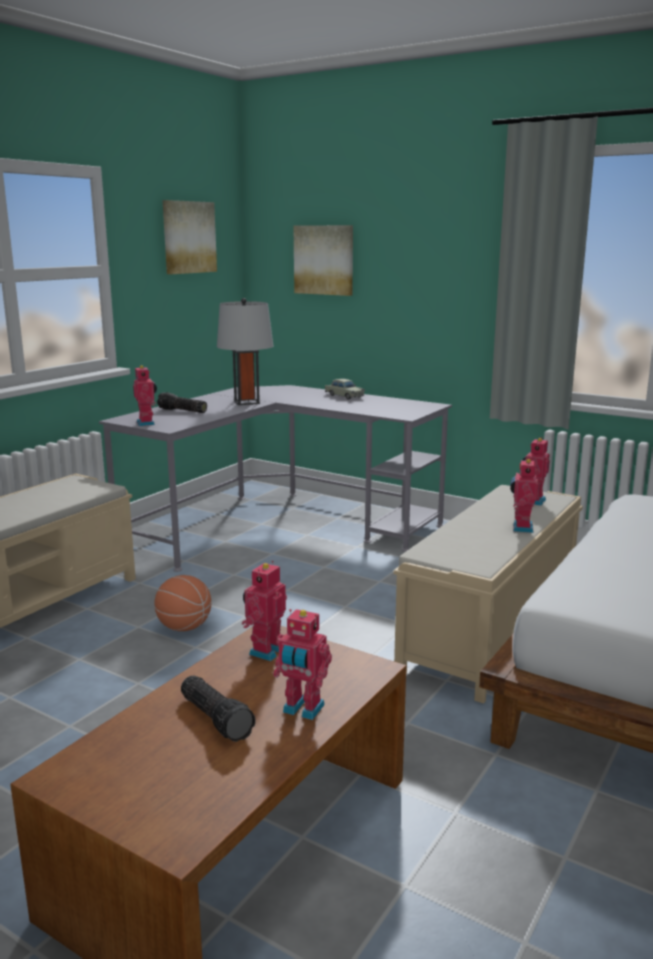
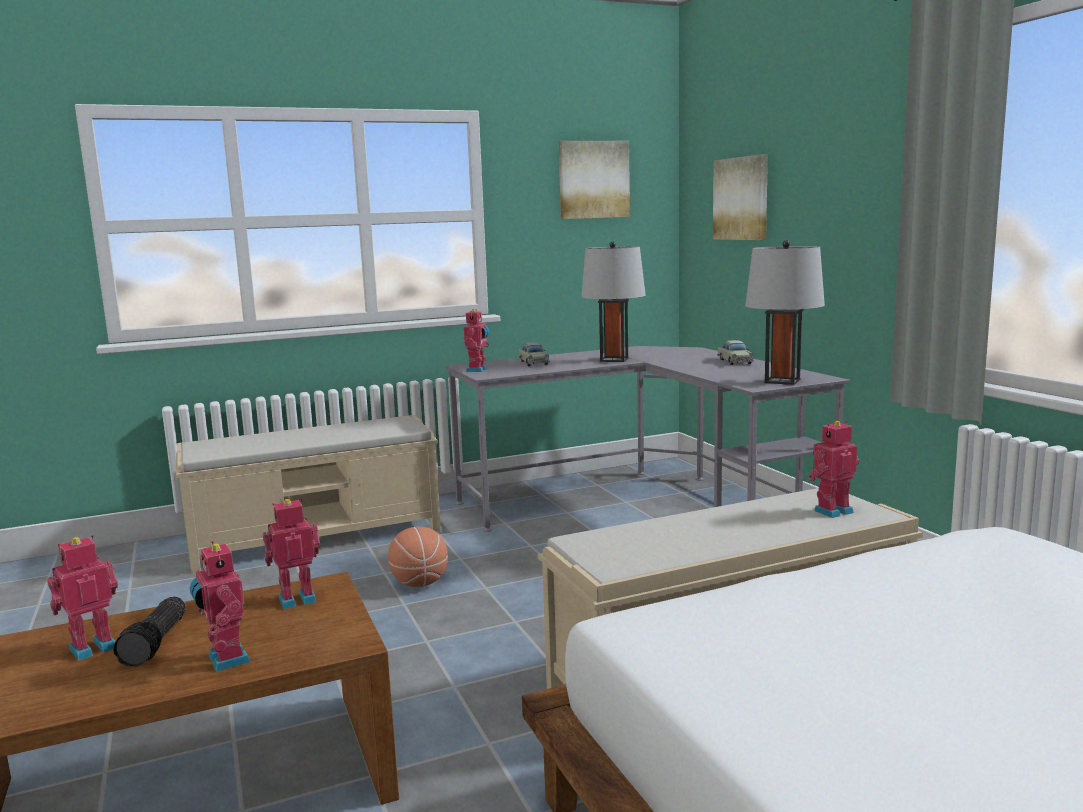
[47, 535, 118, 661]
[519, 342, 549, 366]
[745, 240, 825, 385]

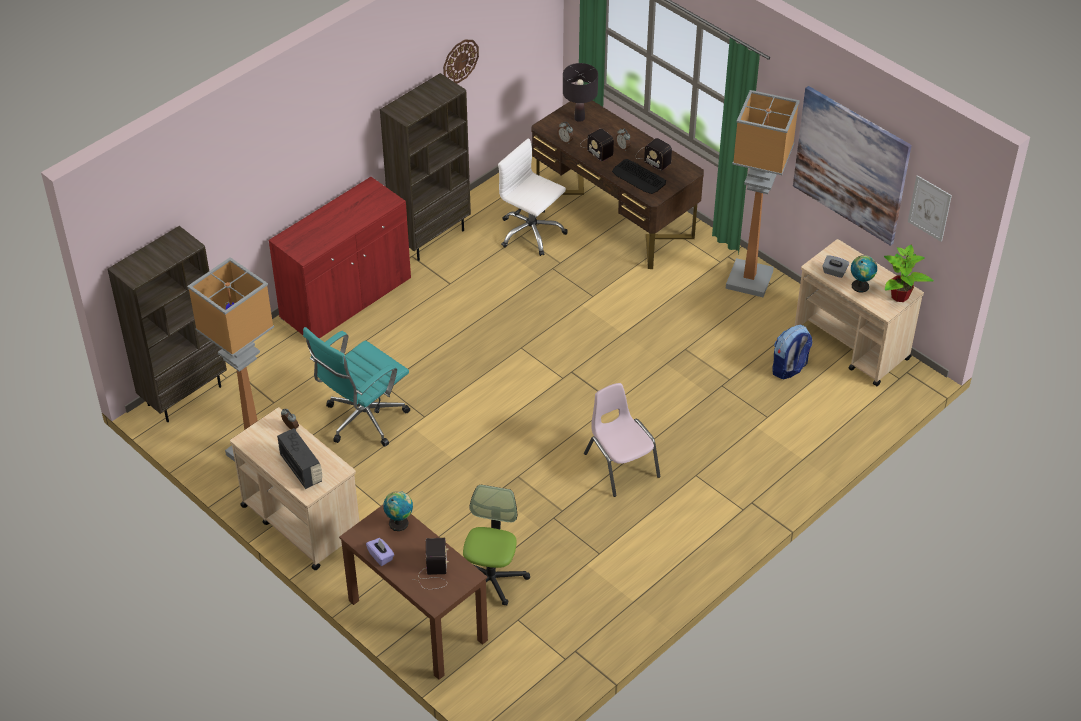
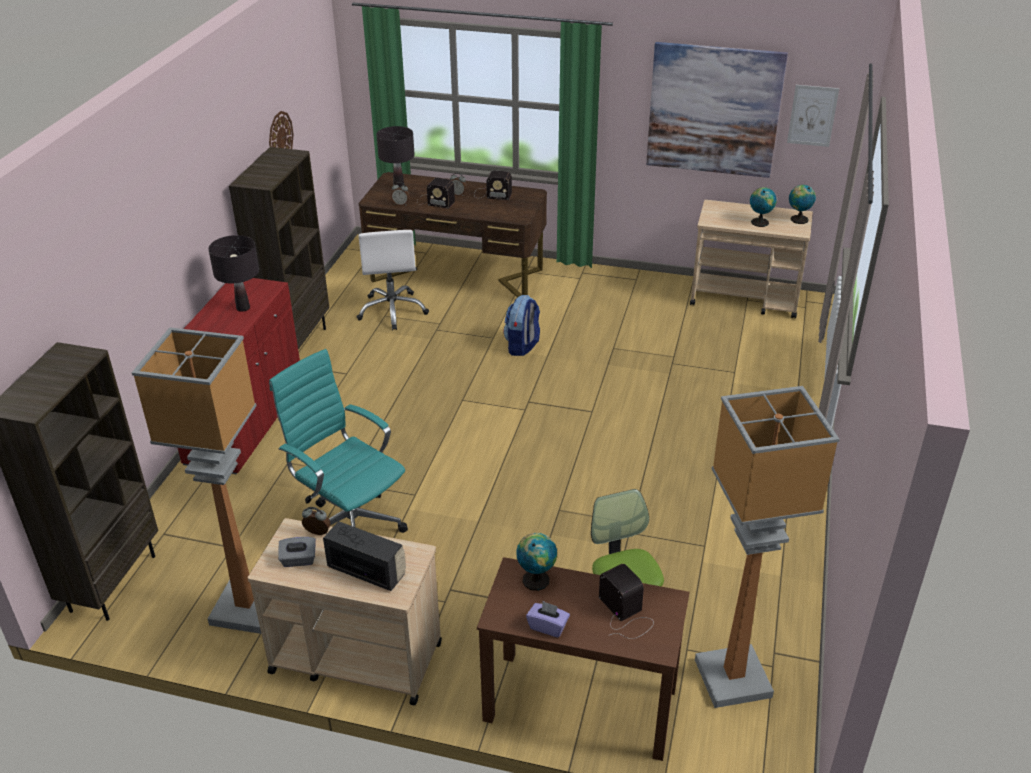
[208, 235, 259, 312]
[269, 349, 408, 533]
[278, 537, 316, 567]
[357, 230, 429, 330]
[504, 295, 540, 356]
[695, 386, 840, 708]
[789, 185, 816, 224]
[584, 383, 660, 497] (first image)
[612, 159, 666, 194] (first image)

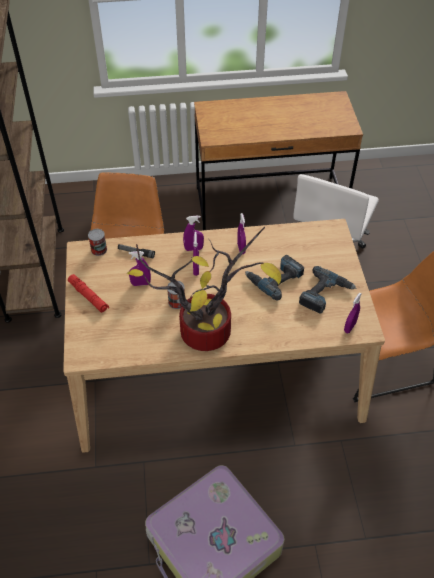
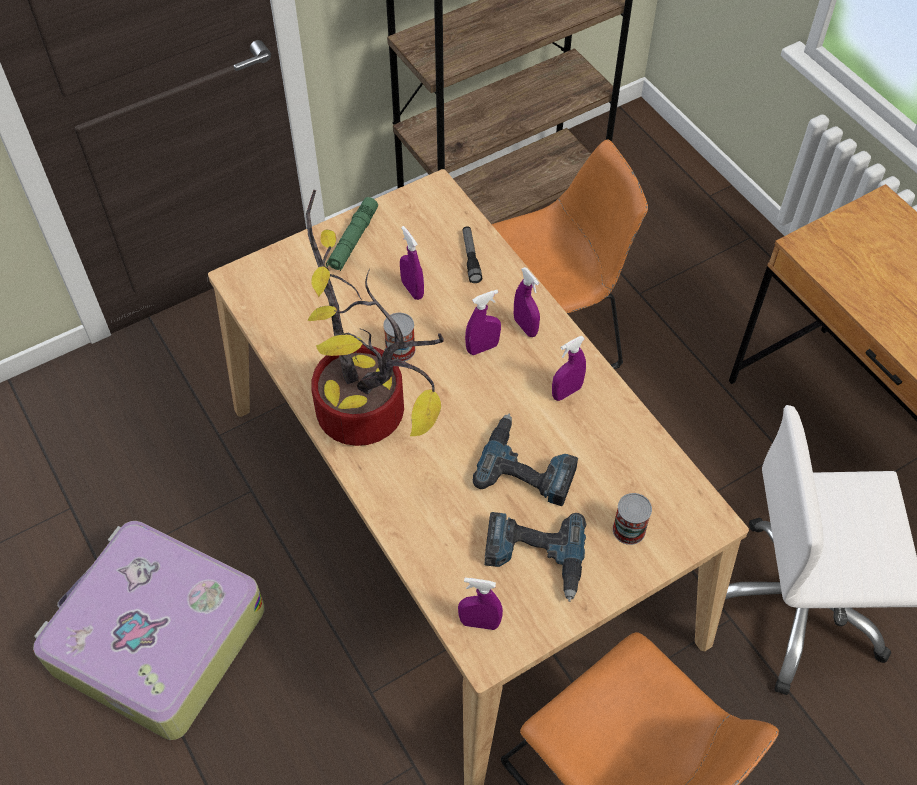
[326, 197, 378, 271]
[613, 493, 652, 545]

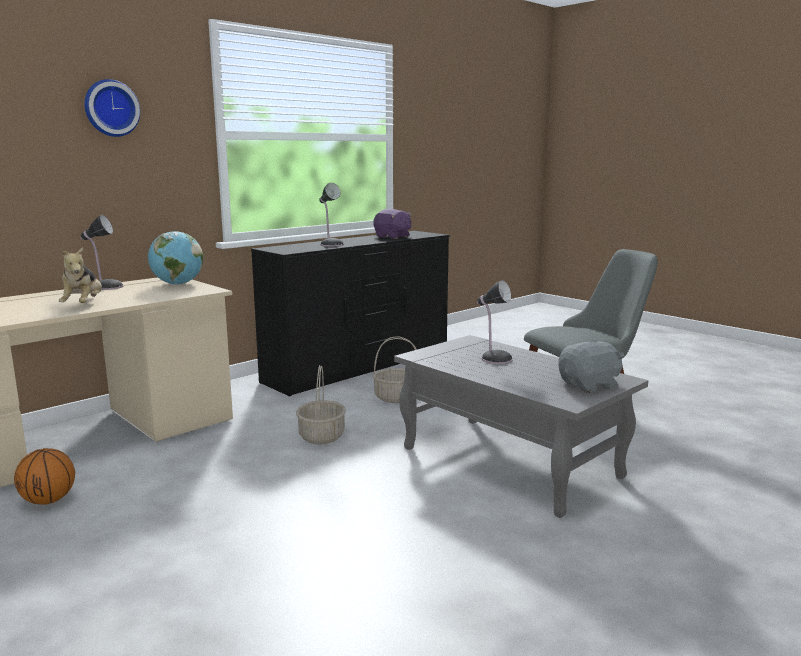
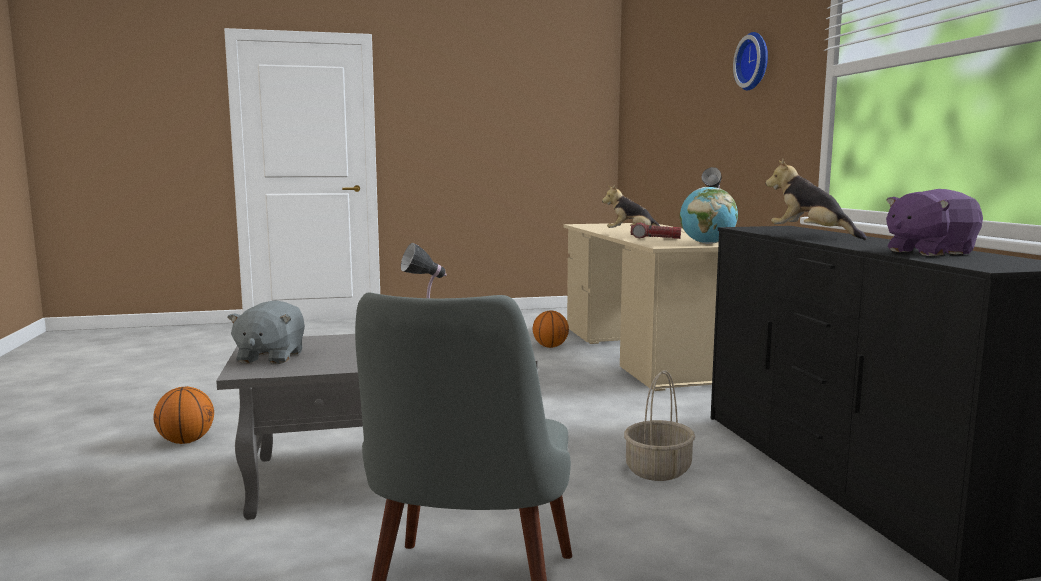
[153, 386, 214, 444]
[631, 222, 681, 239]
[766, 159, 867, 240]
[296, 365, 346, 445] (first image)

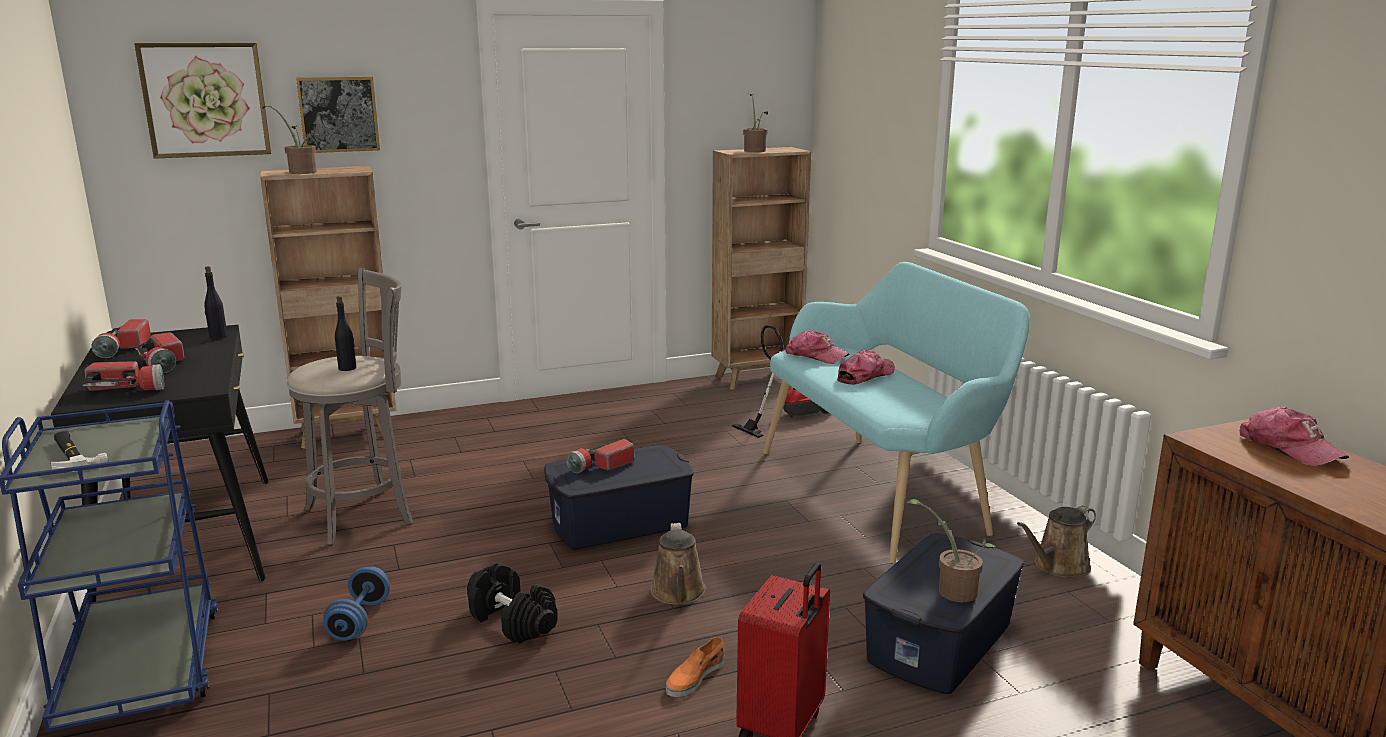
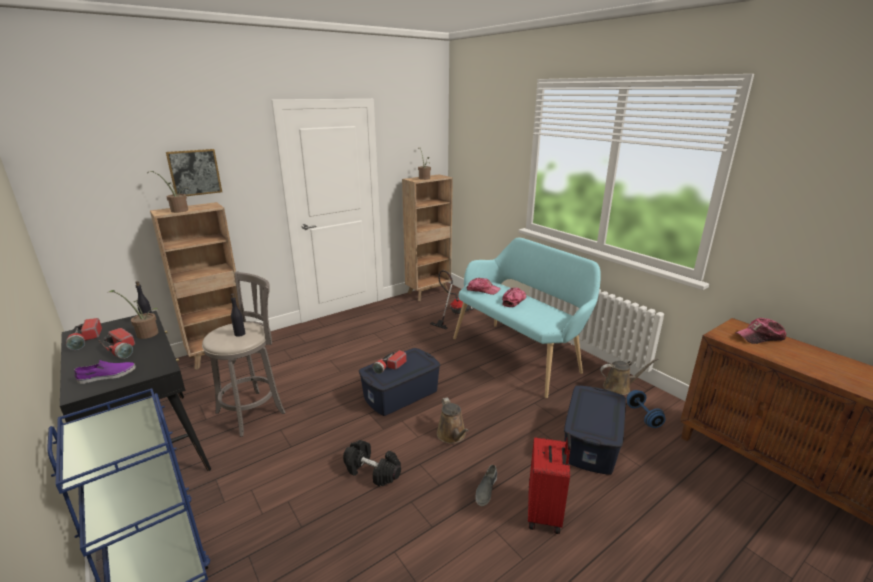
[75, 360, 136, 384]
[107, 290, 158, 339]
[475, 465, 497, 506]
[600, 358, 659, 395]
[627, 390, 666, 428]
[735, 318, 786, 344]
[51, 431, 108, 472] (first image)
[134, 43, 271, 159] (first image)

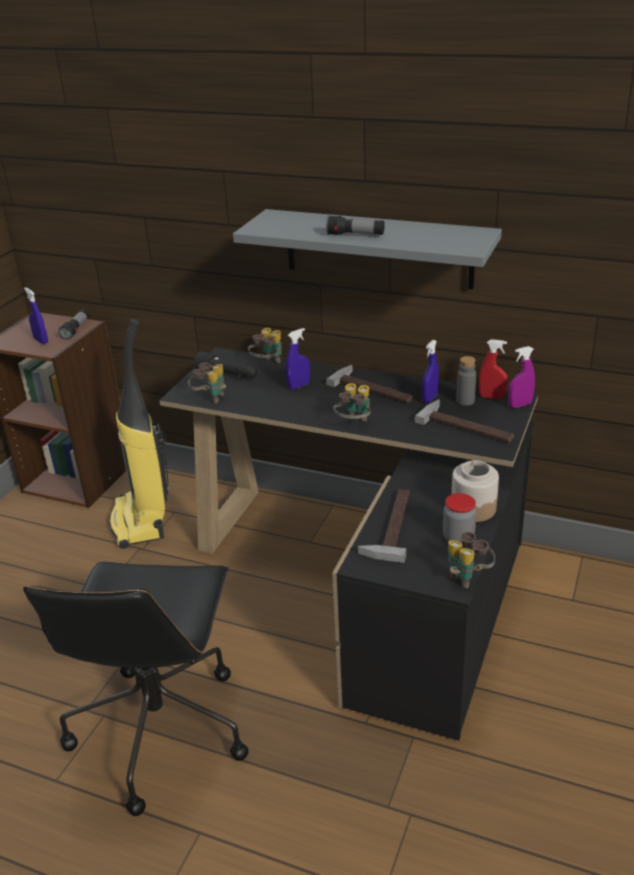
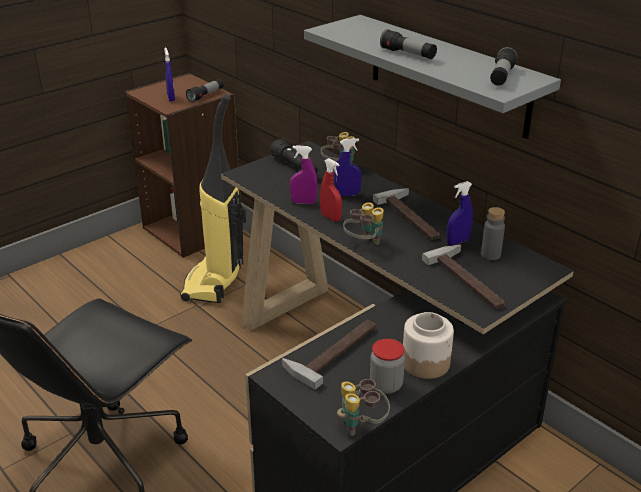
[290, 145, 318, 204]
[320, 158, 342, 222]
[490, 47, 517, 86]
[188, 363, 226, 404] (first image)

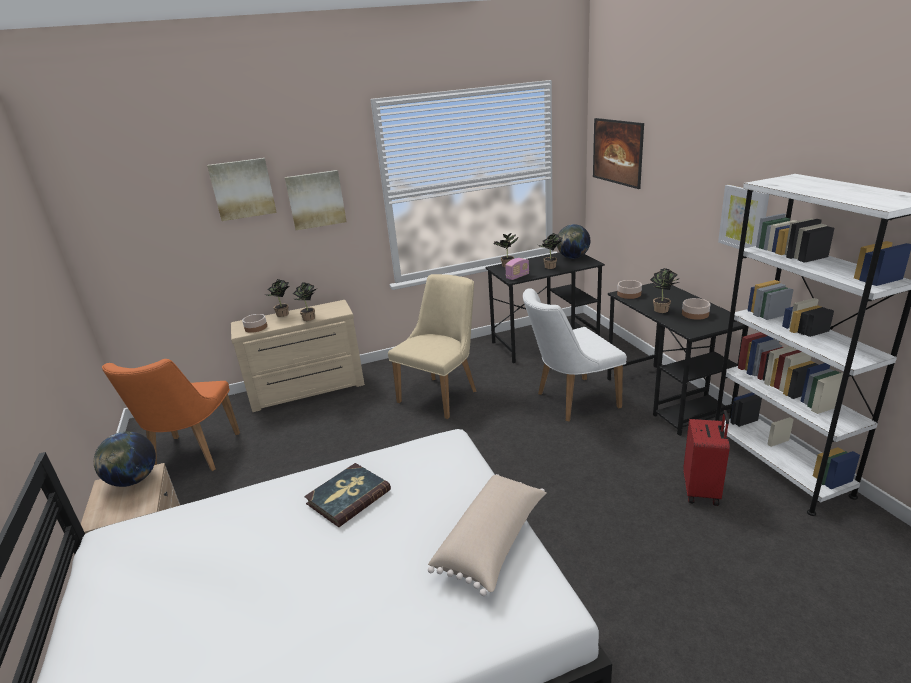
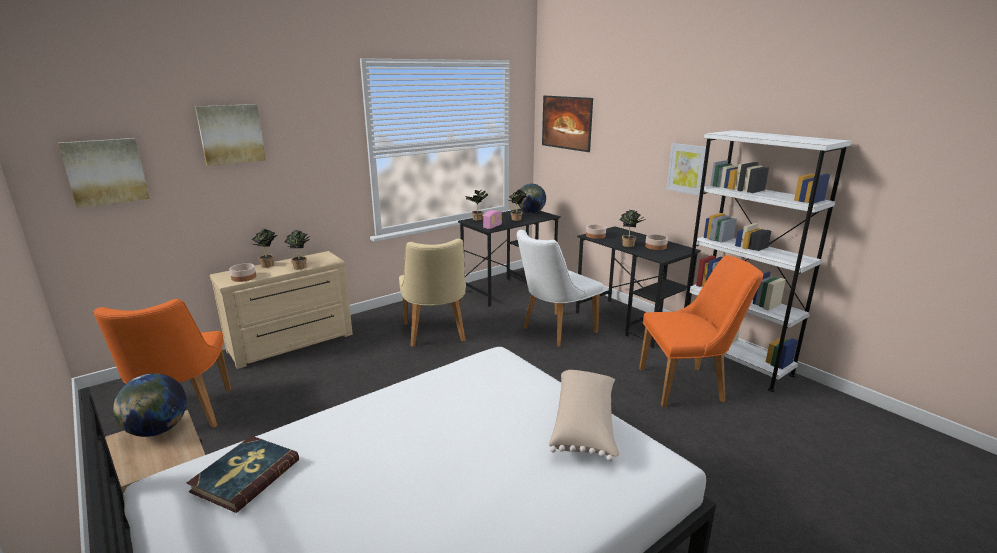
[58, 138, 150, 207]
[187, 436, 299, 513]
[399, 239, 466, 347]
[639, 255, 763, 407]

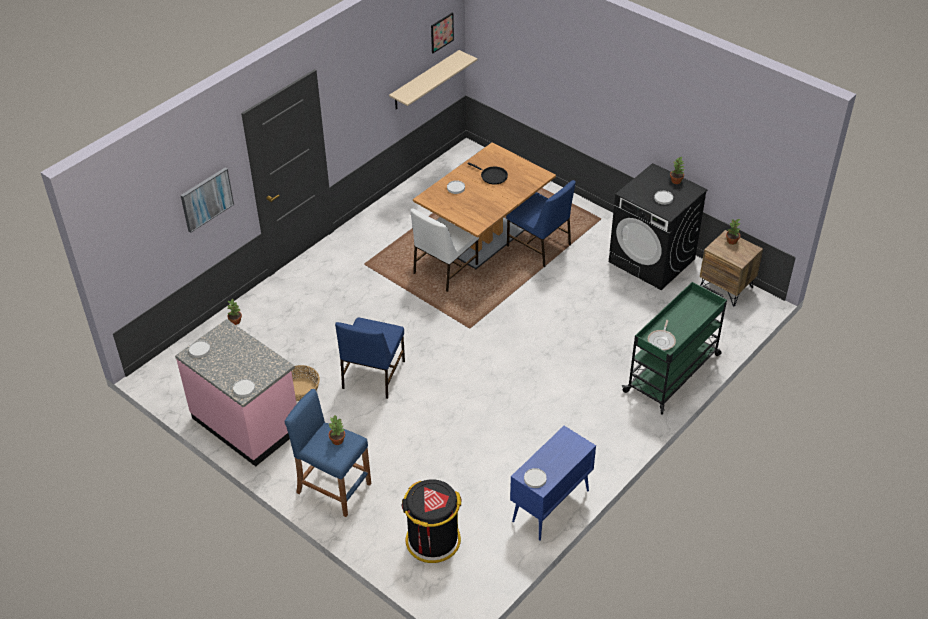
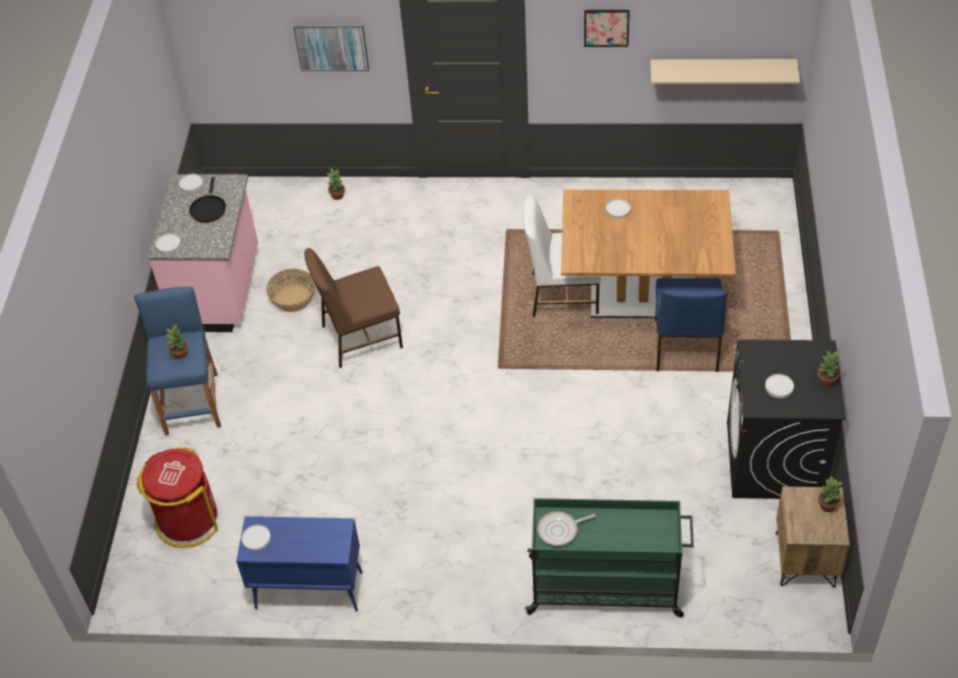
[137, 447, 218, 548]
[189, 177, 226, 223]
[304, 248, 403, 368]
[584, 10, 630, 47]

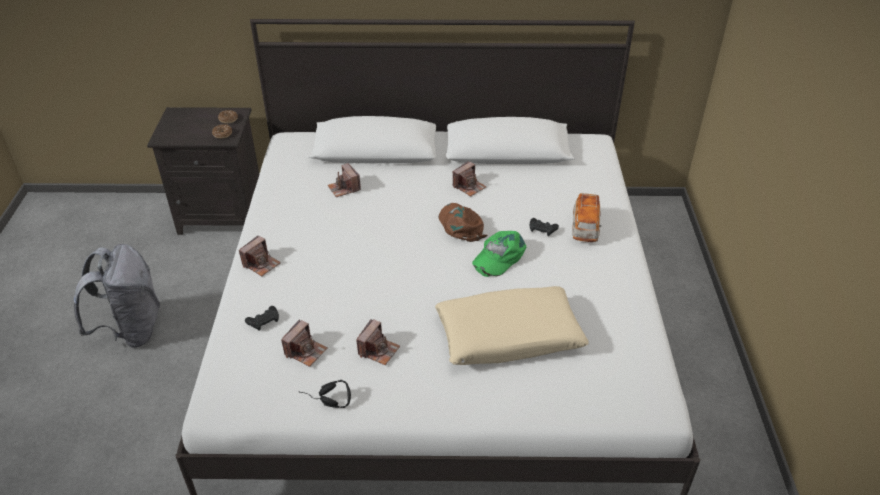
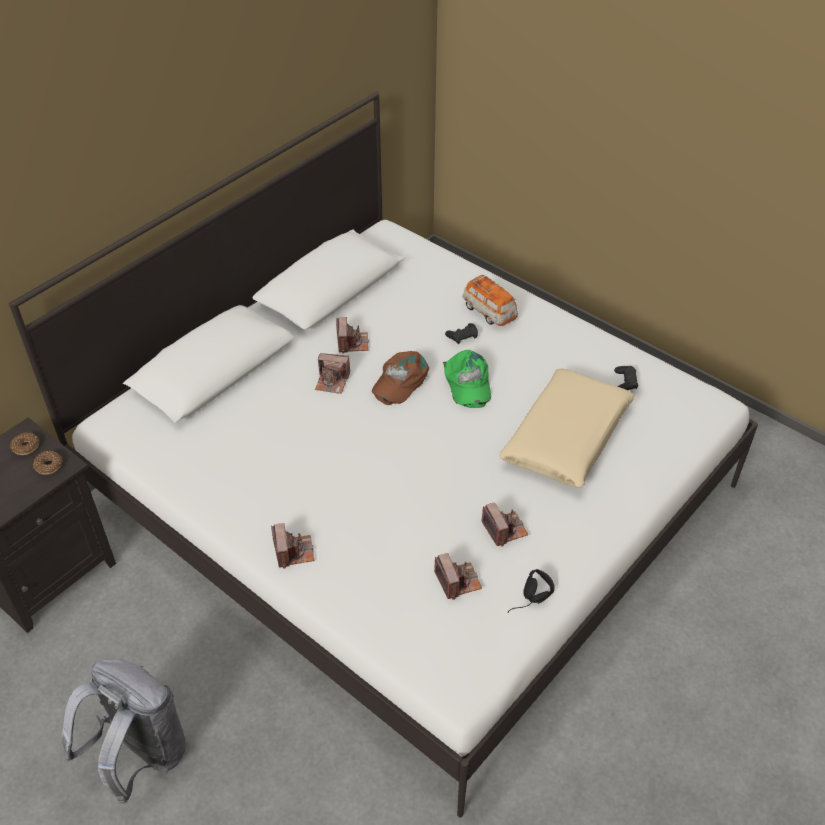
[315, 353, 350, 394]
[372, 351, 429, 405]
[614, 366, 638, 390]

